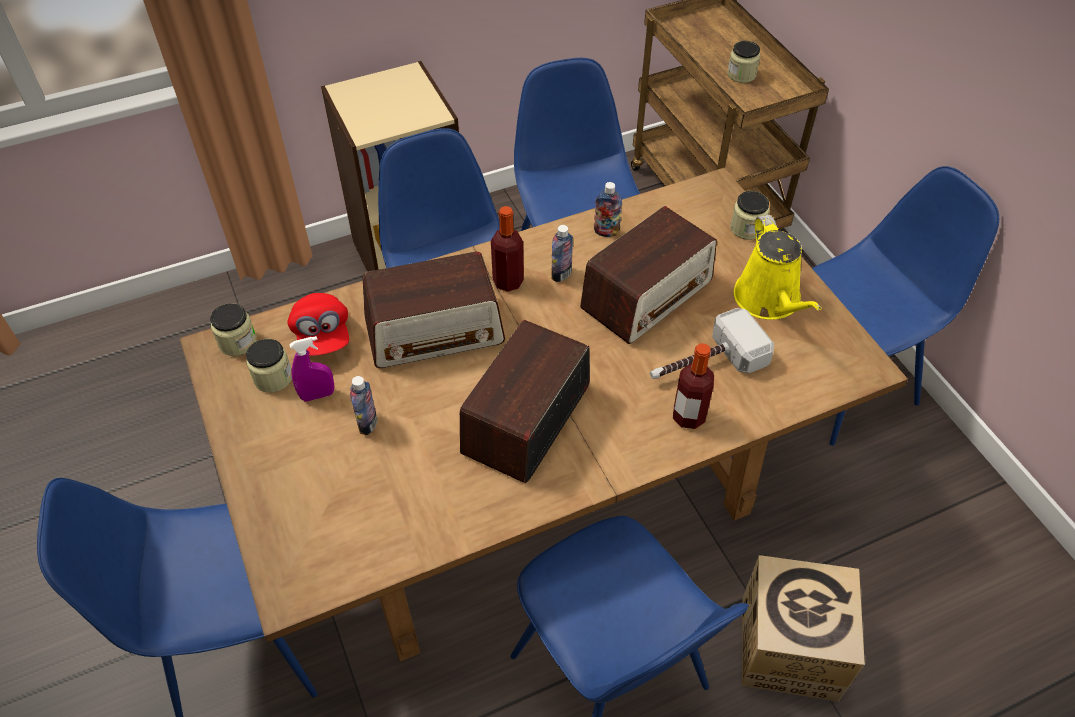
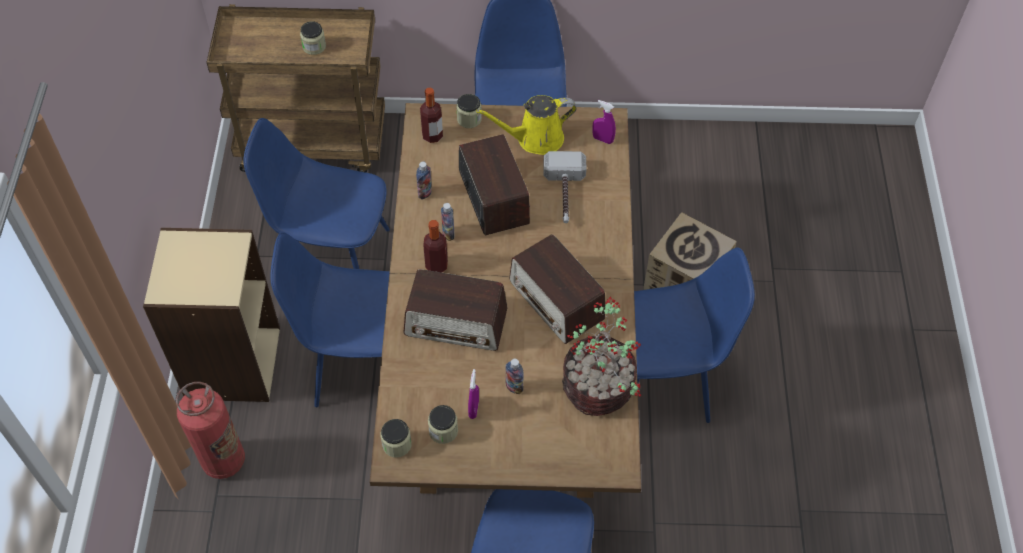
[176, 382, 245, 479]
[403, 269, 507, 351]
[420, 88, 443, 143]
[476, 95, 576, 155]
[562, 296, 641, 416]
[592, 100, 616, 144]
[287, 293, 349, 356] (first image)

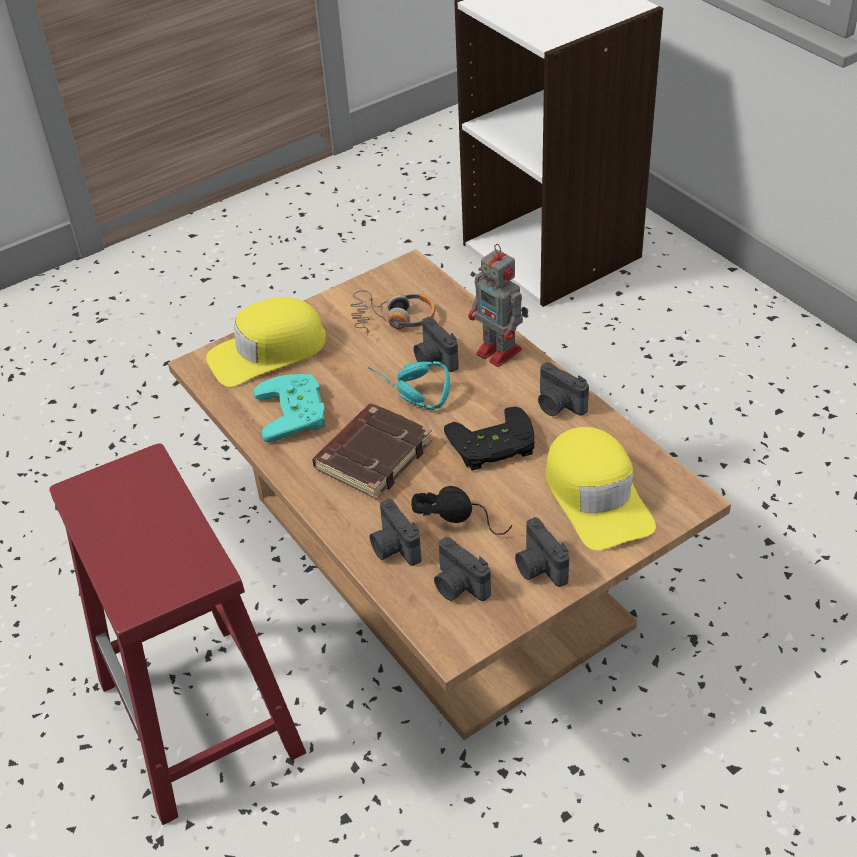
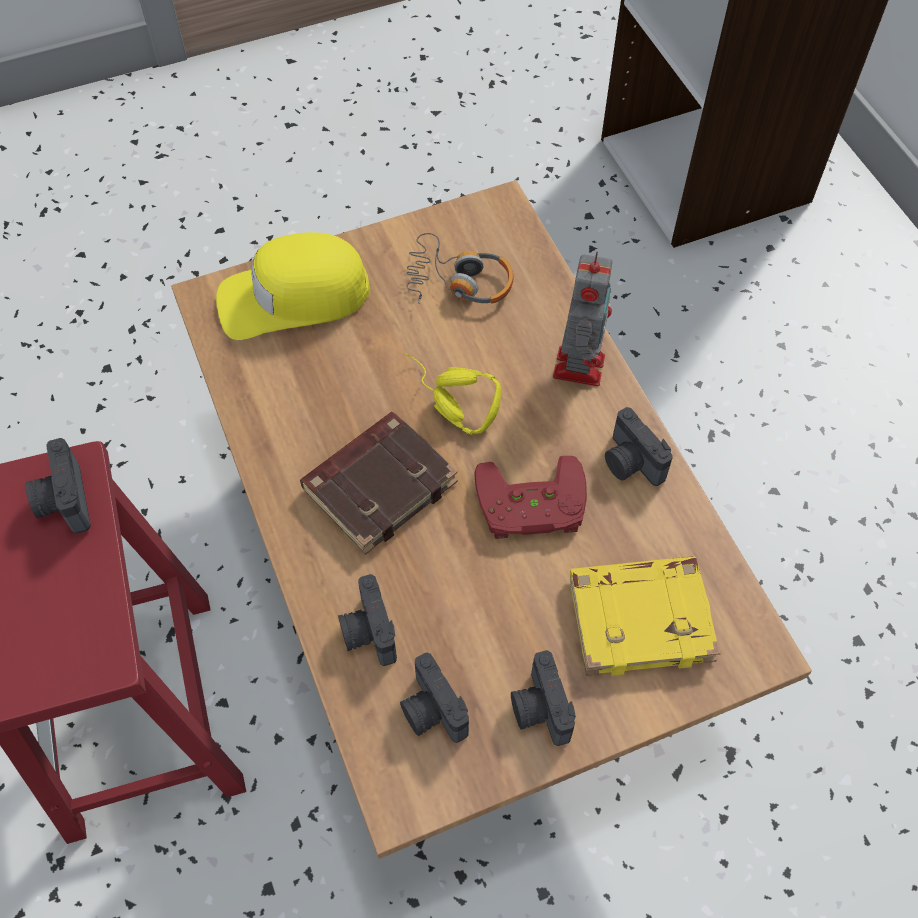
[25, 438, 91, 534]
[406, 354, 501, 435]
[474, 456, 587, 539]
[553, 252, 612, 386]
[569, 556, 721, 676]
[254, 374, 325, 442] (first image)
[412, 486, 512, 535] (first image)

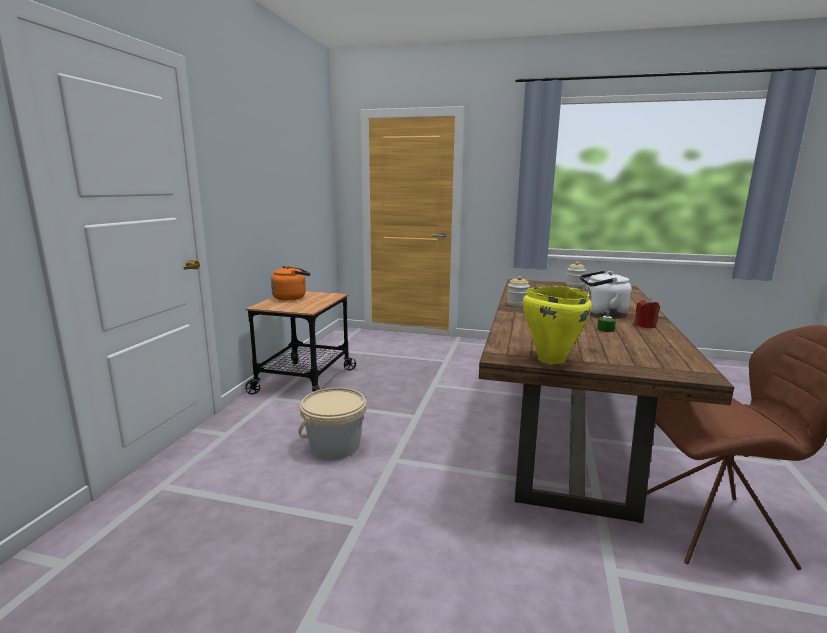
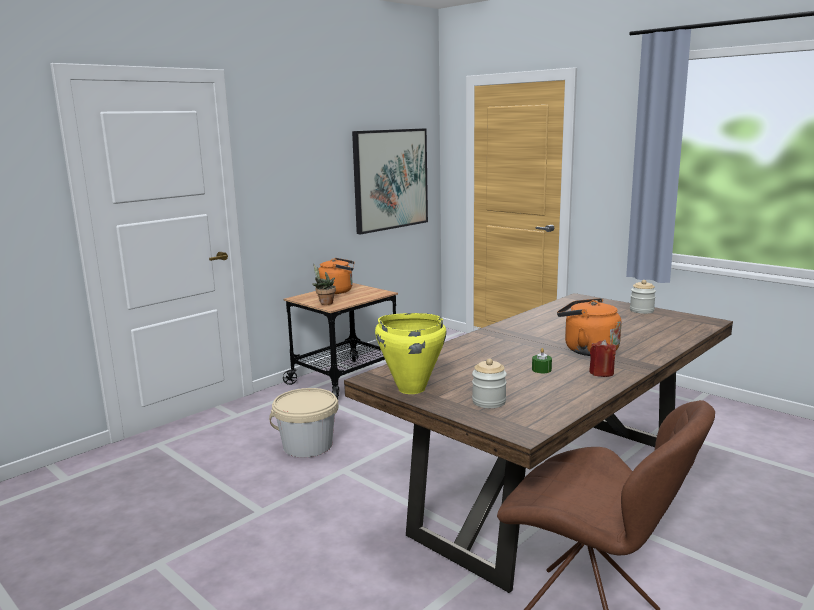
[312, 264, 336, 305]
[352, 128, 428, 235]
[472, 358, 507, 408]
[557, 298, 621, 356]

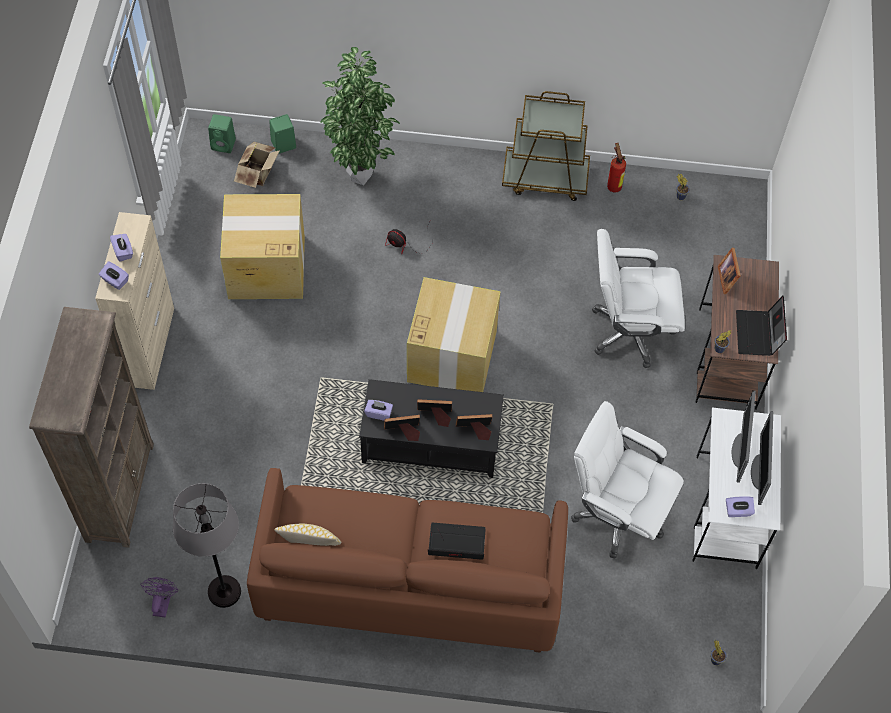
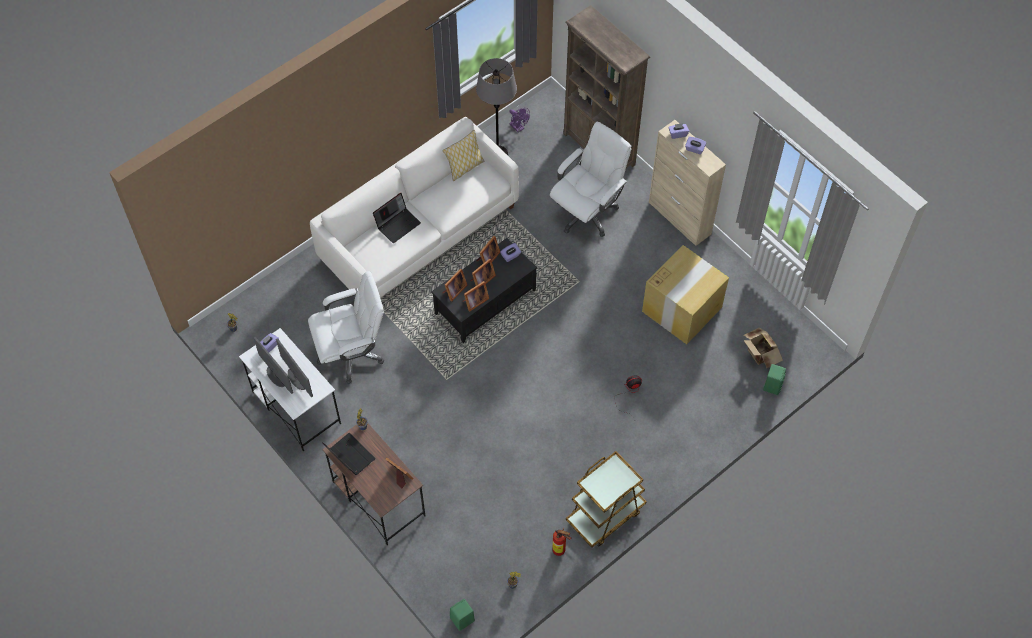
[310, 117, 519, 297]
[450, 599, 475, 631]
[463, 281, 489, 312]
[550, 122, 632, 237]
[320, 47, 400, 185] (first image)
[407, 277, 501, 392] (first image)

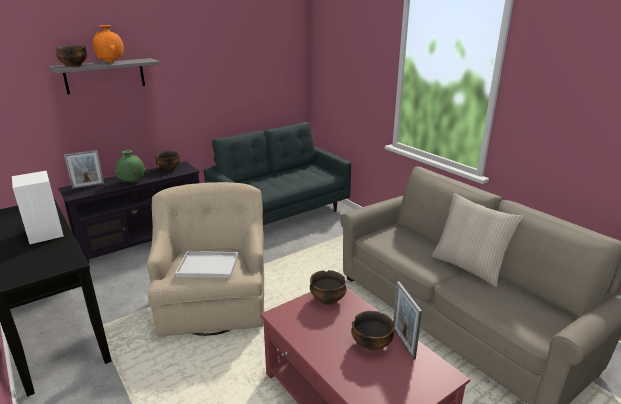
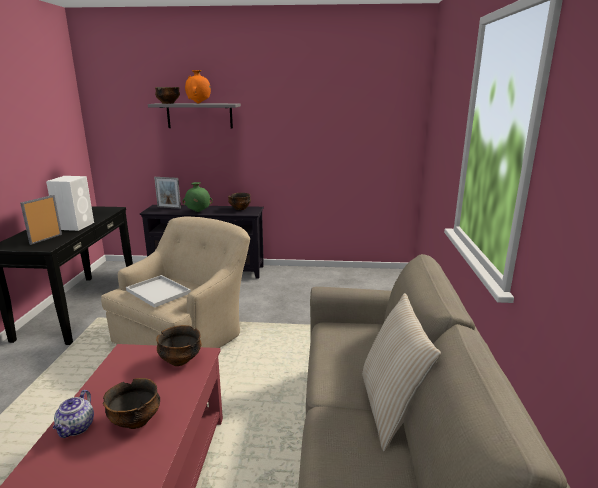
[20, 195, 62, 245]
[53, 390, 94, 438]
[204, 122, 351, 225] (first image)

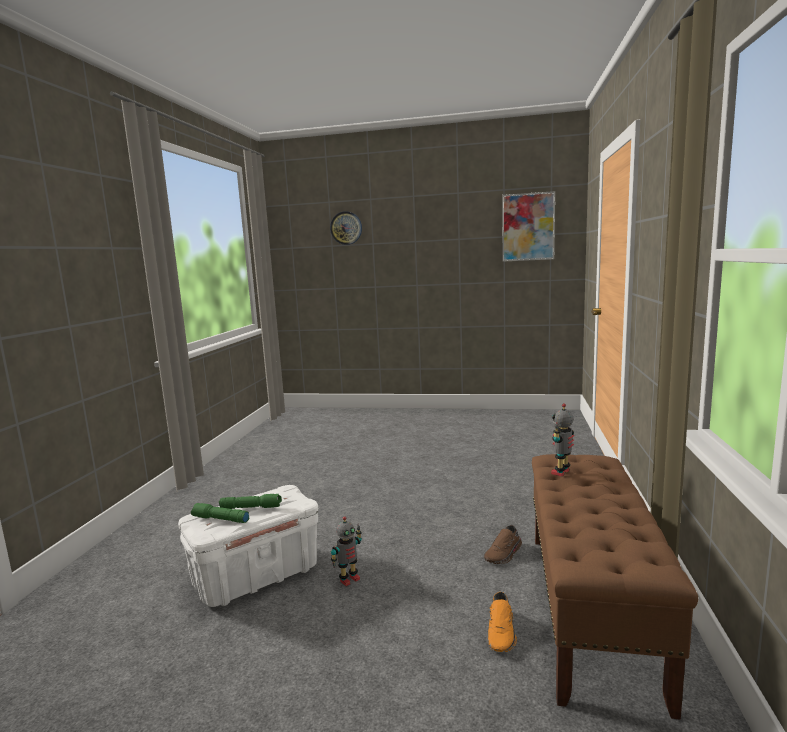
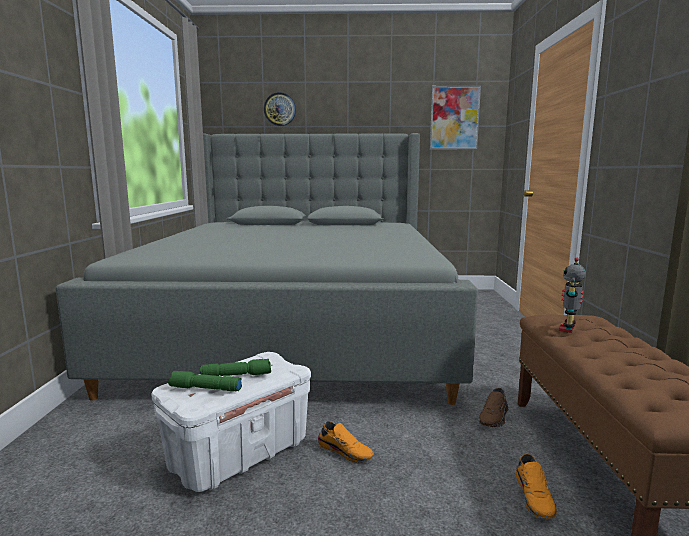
[56, 133, 478, 405]
[317, 421, 374, 463]

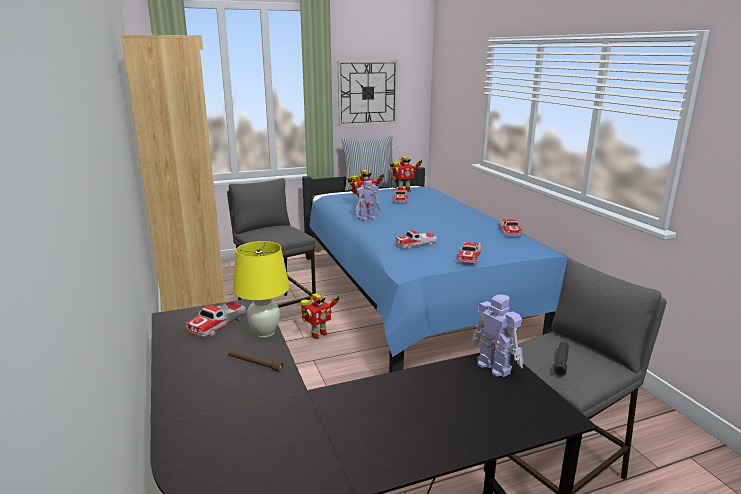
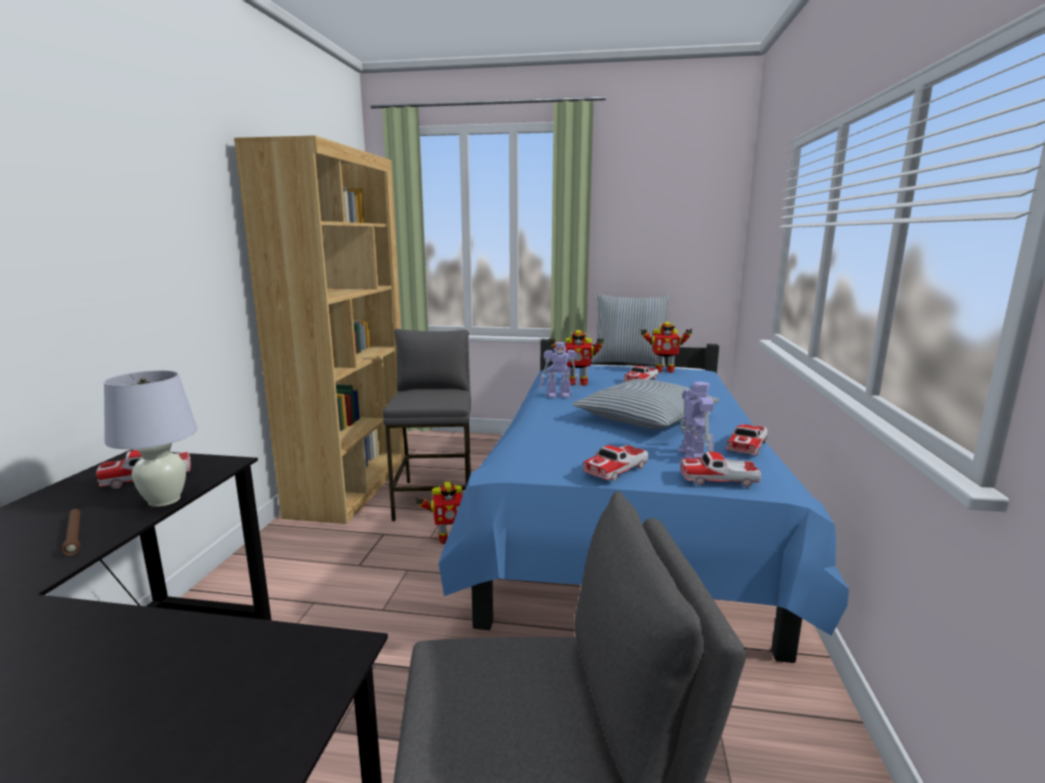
[104, 370, 197, 507]
[572, 379, 719, 429]
[678, 382, 714, 458]
[681, 452, 761, 487]
[338, 60, 398, 126] (first image)
[554, 342, 569, 377] (first image)

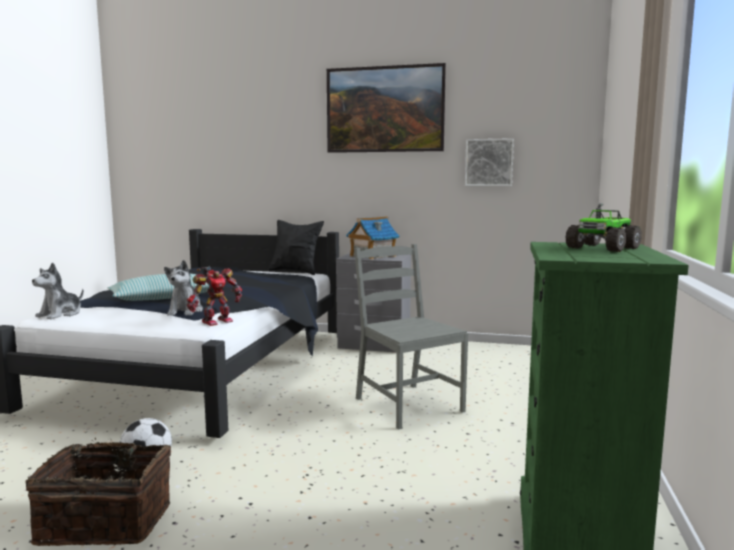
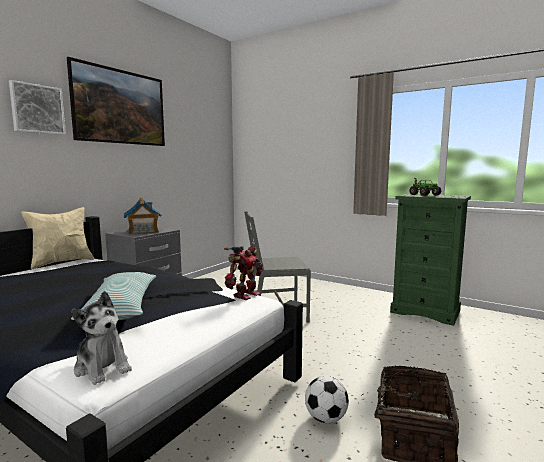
[9, 80, 66, 135]
[21, 207, 94, 269]
[224, 246, 263, 300]
[164, 260, 203, 316] (first image)

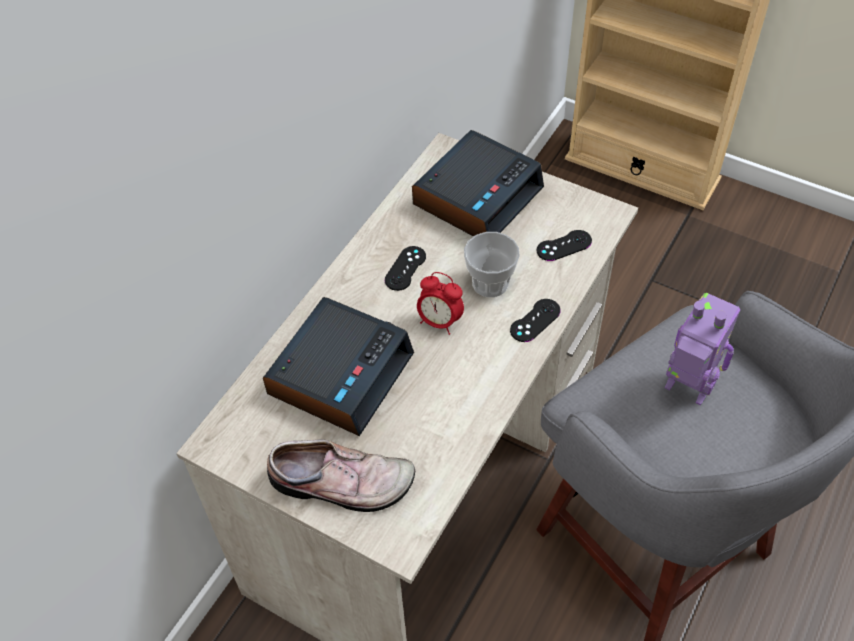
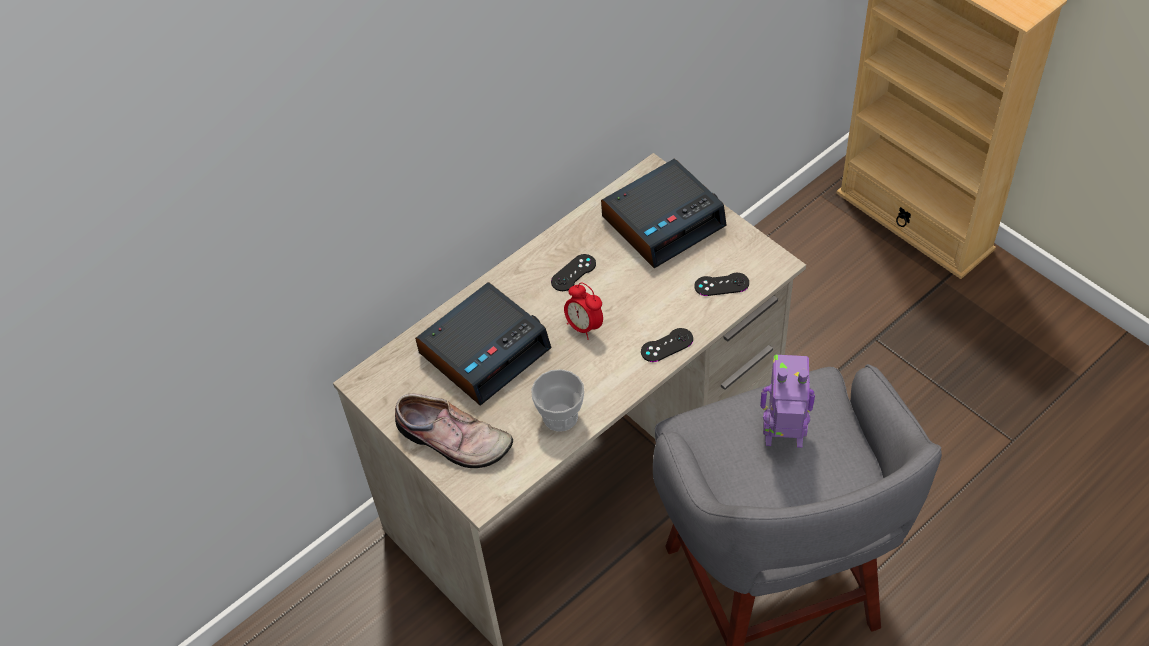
[531, 369, 584, 432]
[760, 355, 815, 448]

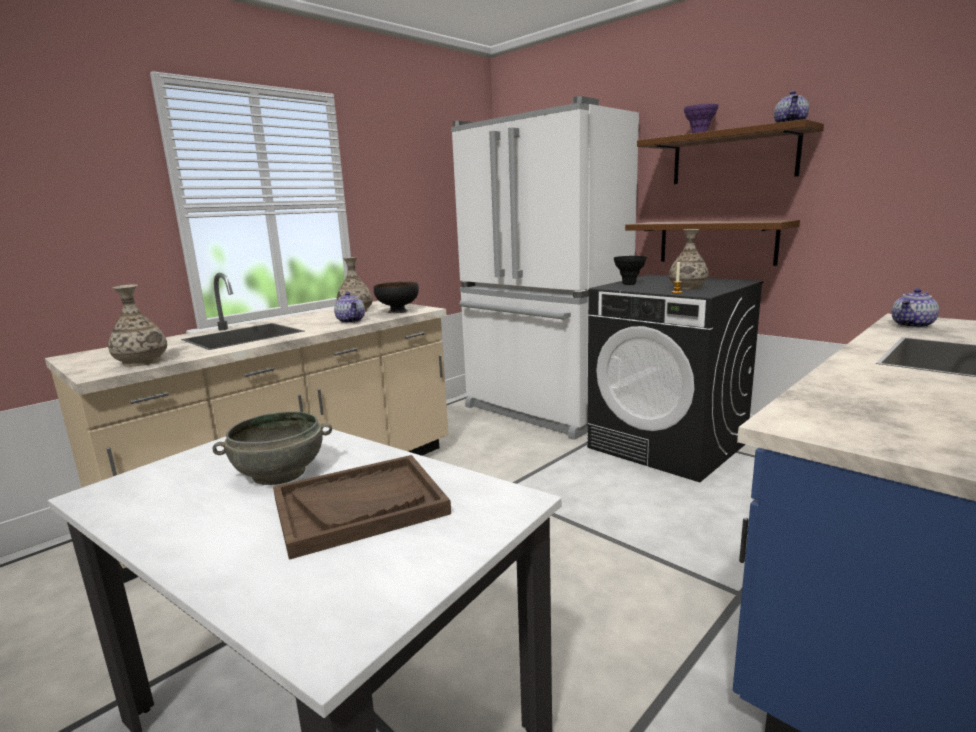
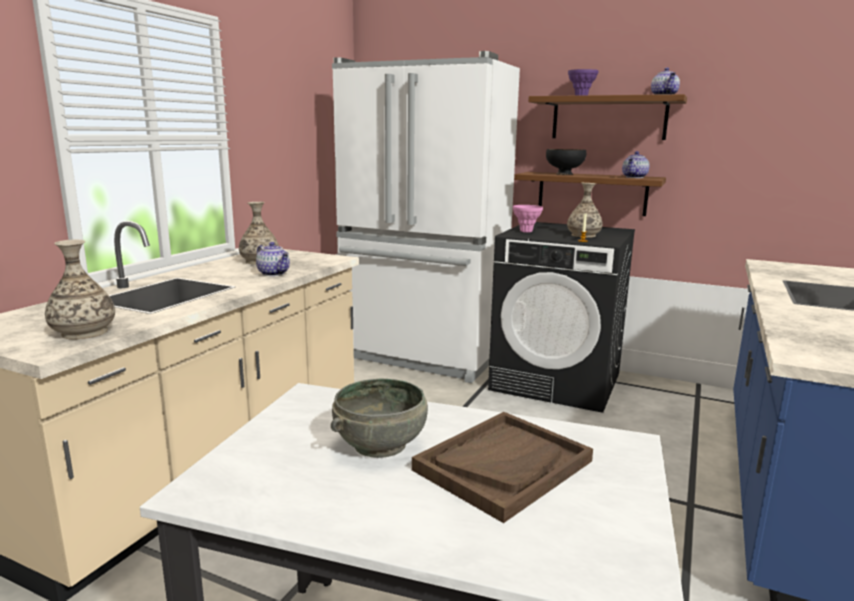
[513, 205, 543, 233]
[546, 149, 586, 175]
[622, 151, 650, 178]

